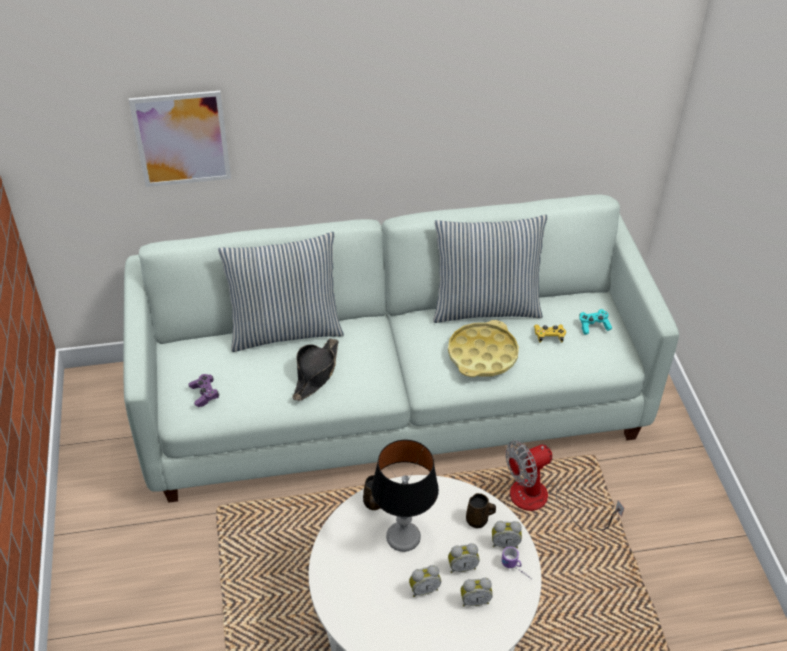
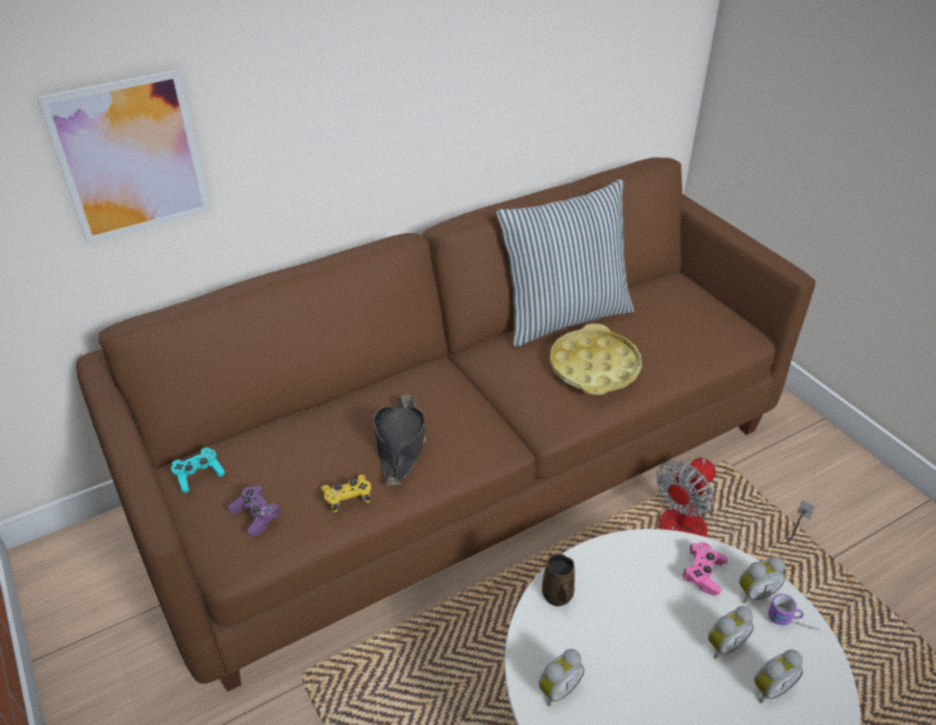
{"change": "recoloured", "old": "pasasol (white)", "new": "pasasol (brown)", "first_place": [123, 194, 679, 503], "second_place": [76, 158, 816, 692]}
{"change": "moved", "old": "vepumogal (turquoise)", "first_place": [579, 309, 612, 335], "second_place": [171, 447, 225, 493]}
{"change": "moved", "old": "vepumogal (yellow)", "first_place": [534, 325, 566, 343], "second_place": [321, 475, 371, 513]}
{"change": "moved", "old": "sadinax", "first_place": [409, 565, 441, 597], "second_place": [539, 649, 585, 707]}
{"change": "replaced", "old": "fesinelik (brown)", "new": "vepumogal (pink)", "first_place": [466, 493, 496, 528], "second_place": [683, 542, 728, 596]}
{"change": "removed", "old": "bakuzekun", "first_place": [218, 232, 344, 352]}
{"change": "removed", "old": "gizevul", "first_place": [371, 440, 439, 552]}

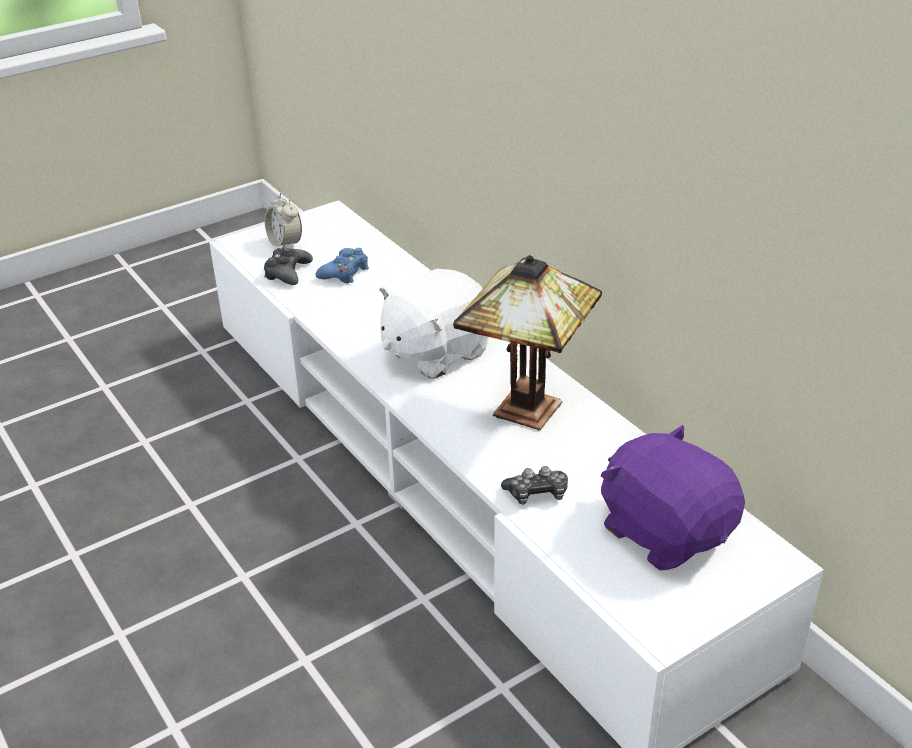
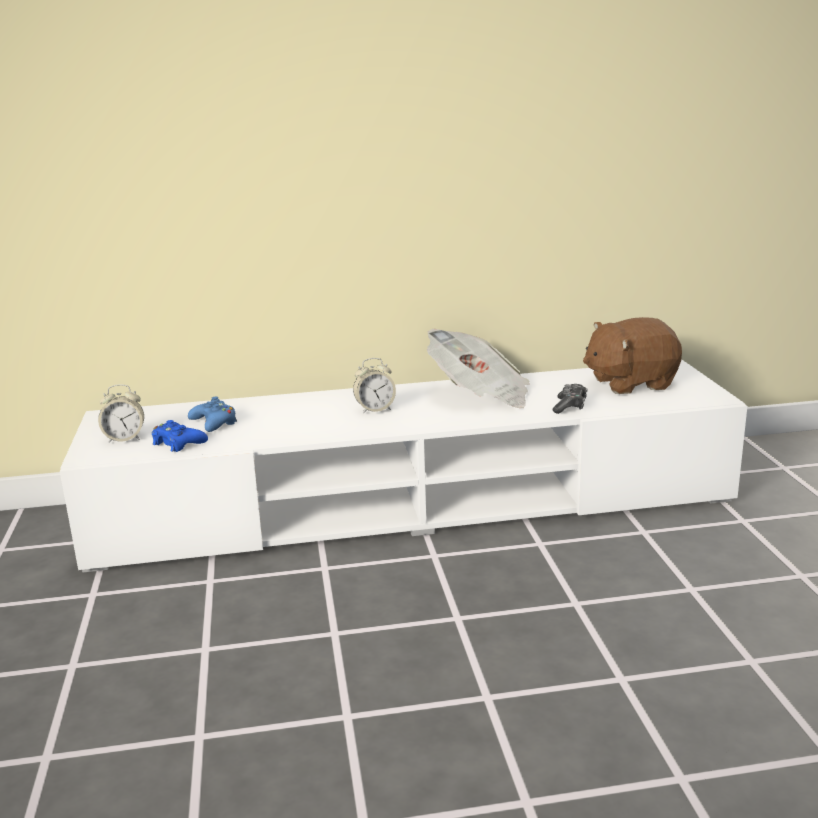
{"change": "recoloured", "old": "vepumogal (black)", "new": "vepumogal (blue)", "first_place": [264, 247, 313, 285], "second_place": [152, 420, 208, 452]}
{"change": "replaced", "old": "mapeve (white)", "new": "sadinax", "first_place": [379, 269, 489, 379], "second_place": [353, 358, 396, 414]}
{"change": "replaced", "old": "gizevul", "new": "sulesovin", "first_place": [453, 255, 602, 431], "second_place": [427, 329, 530, 408]}
{"change": "recoloured", "old": "mapeve (purple)", "new": "mapeve (brown)", "first_place": [601, 425, 745, 570], "second_place": [583, 317, 682, 394]}

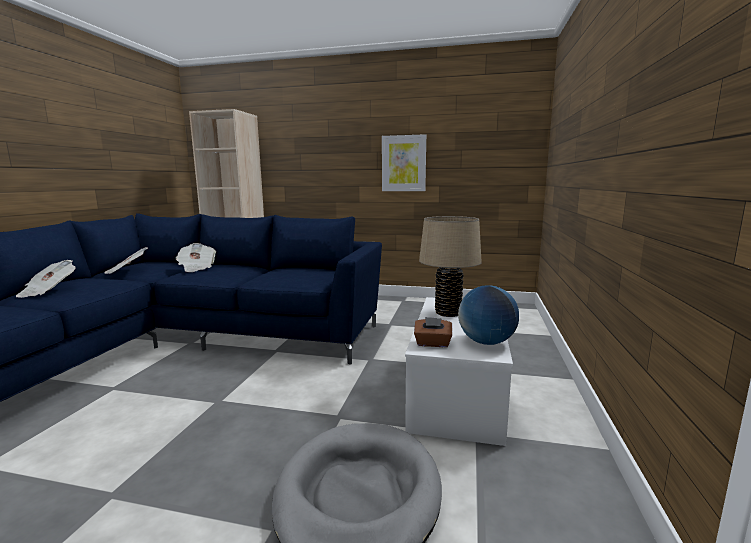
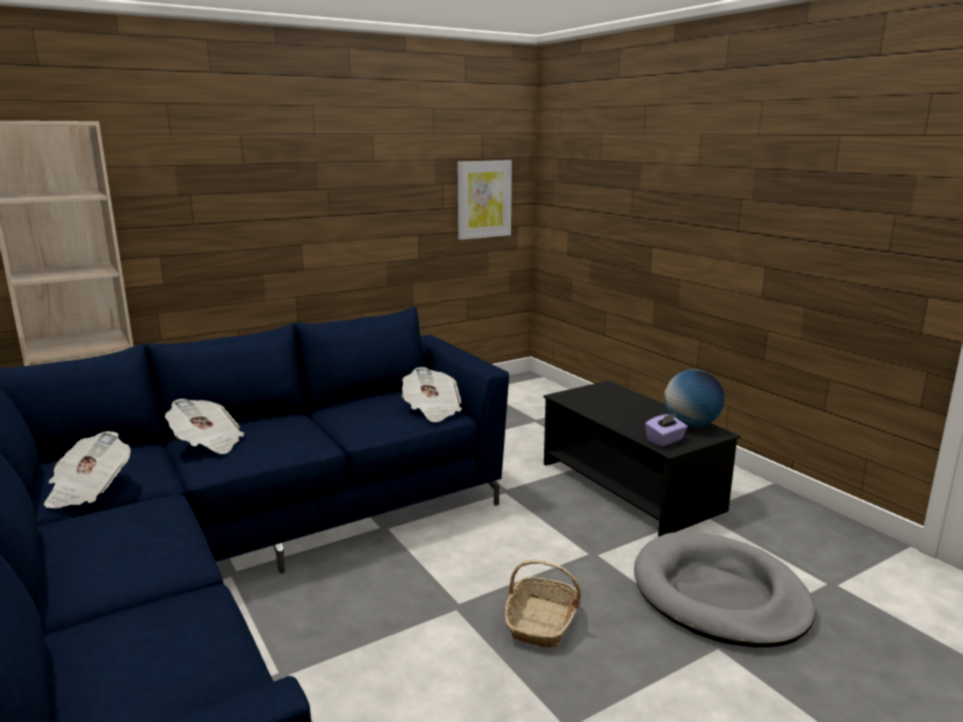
{"change": "moved", "old": "sulesovin", "first_place": [16, 260, 76, 298], "second_place": [402, 367, 462, 422]}
{"change": "moved", "old": "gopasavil", "first_place": [382, 134, 426, 191], "second_place": [457, 160, 512, 240]}
{"change": "added", "new": "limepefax", "second_place": [505, 560, 581, 648]}
{"change": "recoloured", "old": "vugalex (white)", "new": "vugalex (black)", "first_place": [405, 297, 513, 446], "second_place": [544, 381, 740, 536]}
{"change": "recoloured", "old": "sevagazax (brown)", "new": "sevagazax (purple)", "first_place": [414, 317, 452, 347], "second_place": [645, 413, 688, 447]}
{"change": "removed", "old": "gizevul (beige)", "first_place": [419, 216, 482, 317]}

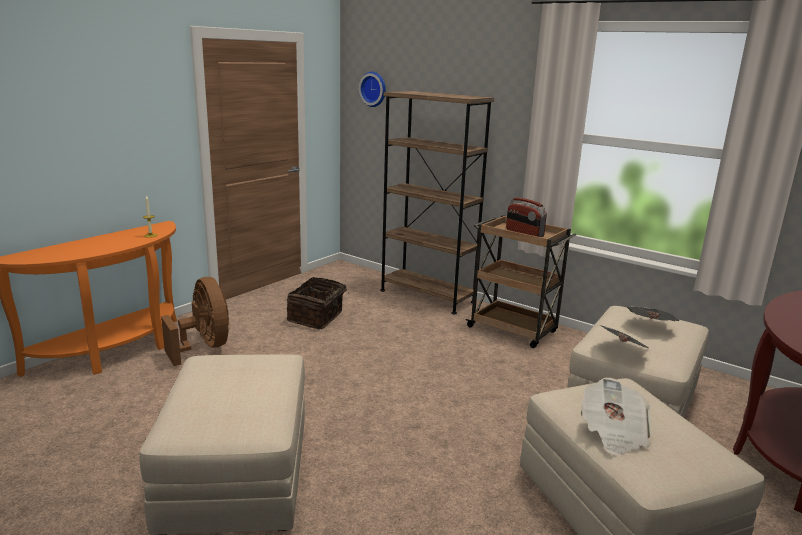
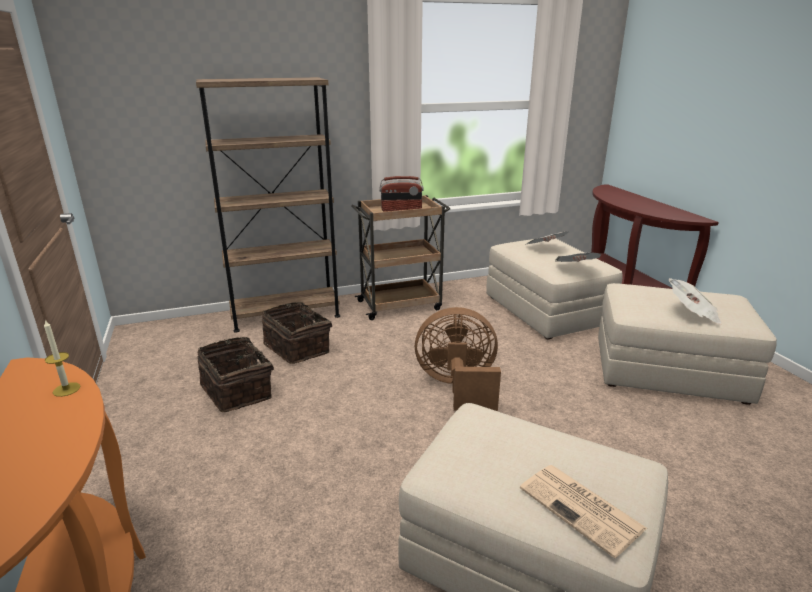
{"change": "added", "new": "limepefax", "second_place": [262, 302, 332, 364]}
{"change": "moved", "old": "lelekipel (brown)", "first_place": [161, 277, 230, 366], "second_place": [415, 307, 501, 411]}
{"change": "added", "new": "sulesovin", "second_place": [520, 465, 647, 558]}
{"change": "removed", "old": "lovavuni", "first_place": [359, 72, 386, 107]}

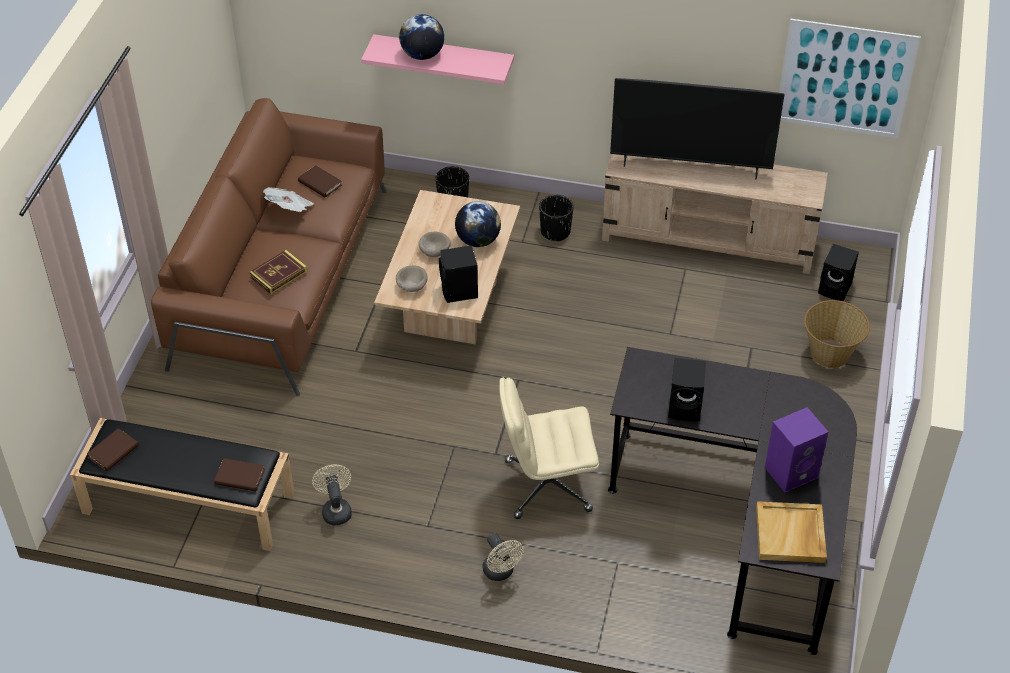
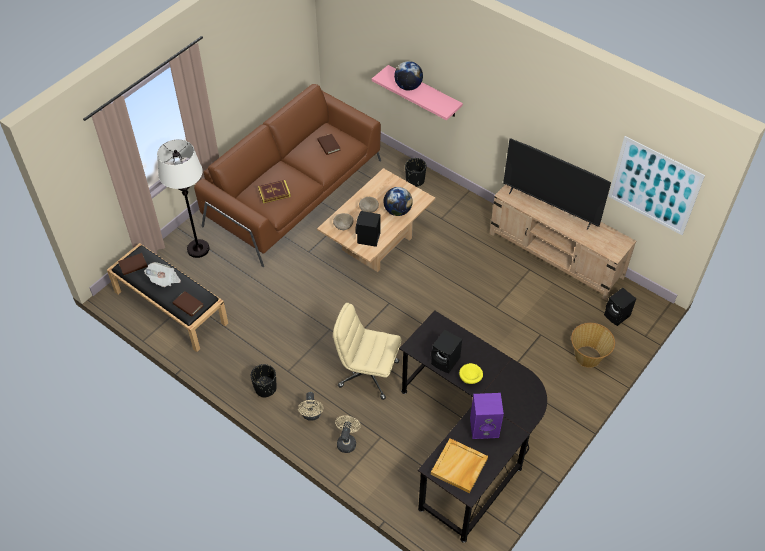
{"change": "moved", "old": "sulesovin", "first_place": [263, 187, 314, 212], "second_place": [144, 262, 181, 287]}
{"change": "added", "new": "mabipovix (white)", "second_place": [157, 139, 210, 258]}
{"change": "moved", "old": "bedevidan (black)", "first_place": [539, 195, 574, 242], "second_place": [251, 364, 277, 398]}
{"change": "moved", "old": "lelekipel (beige)", "first_place": [312, 465, 352, 525], "second_place": [335, 415, 361, 453]}
{"change": "added", "new": "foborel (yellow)", "second_place": [459, 363, 483, 384]}

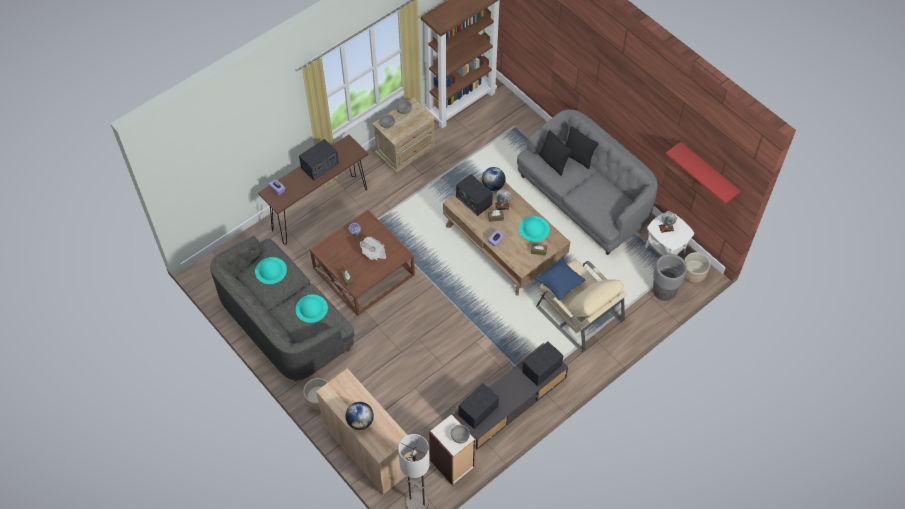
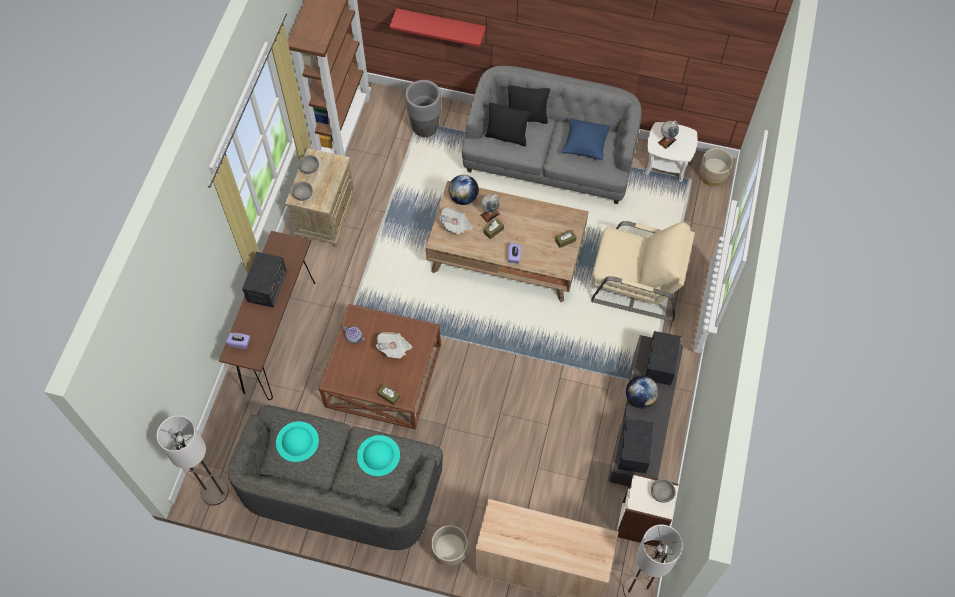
{"change": "added", "new": "mabipovix", "second_place": [156, 415, 229, 505]}
{"change": "moved", "old": "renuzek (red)", "first_place": [666, 142, 740, 204], "second_place": [389, 8, 486, 47]}
{"change": "moved", "old": "bedevidan (grey)", "first_place": [653, 254, 687, 301], "second_place": [405, 80, 441, 137]}
{"change": "replaced", "old": "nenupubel", "new": "sulesovin", "first_place": [456, 174, 493, 216], "second_place": [439, 207, 473, 235]}
{"change": "moved", "old": "bakuzekun (blue)", "first_place": [535, 258, 585, 301], "second_place": [562, 118, 610, 160]}
{"change": "moved", "old": "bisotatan", "first_place": [345, 402, 374, 430], "second_place": [626, 376, 659, 408]}
{"change": "removed", "old": "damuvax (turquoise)", "first_place": [519, 216, 550, 242]}

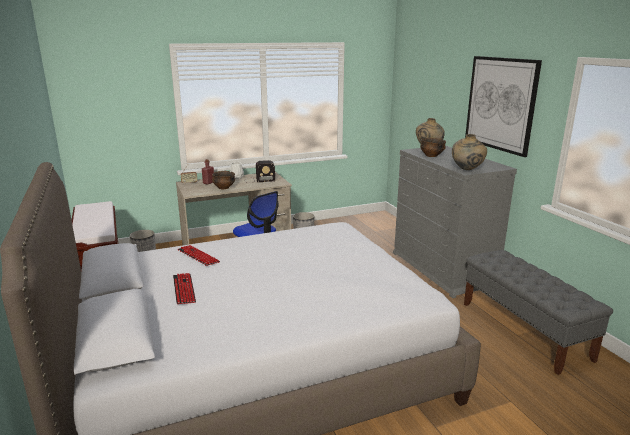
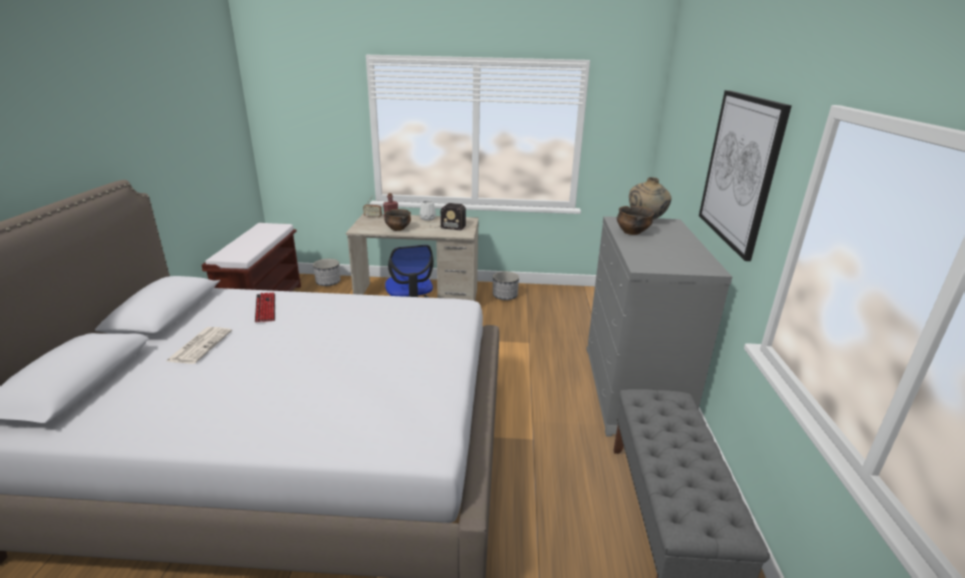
{"change": "replaced", "old": "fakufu", "new": "sulesovin", "first_place": [173, 273, 196, 304], "second_place": [166, 327, 232, 364]}
{"change": "removed", "old": "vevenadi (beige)", "first_place": [452, 134, 487, 170]}

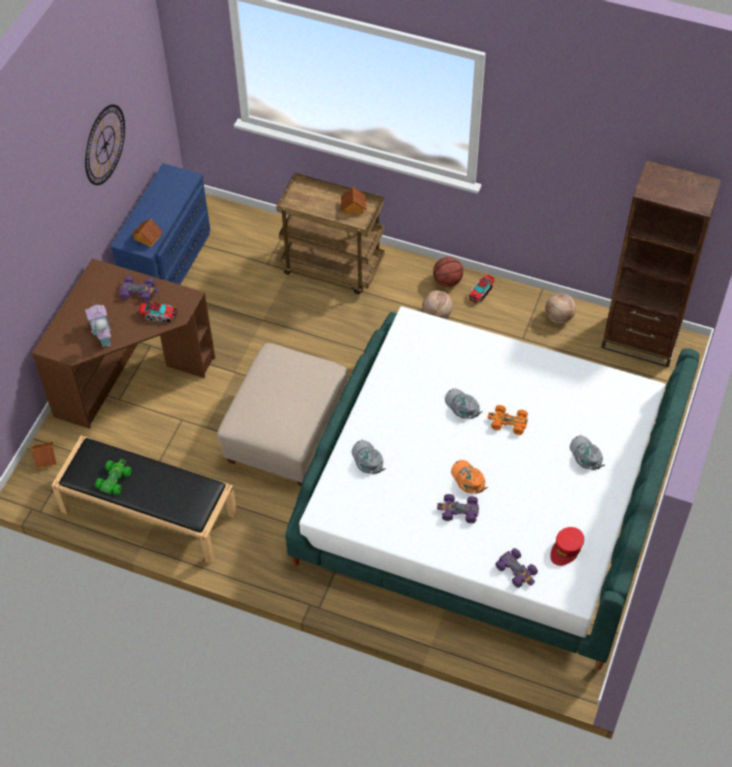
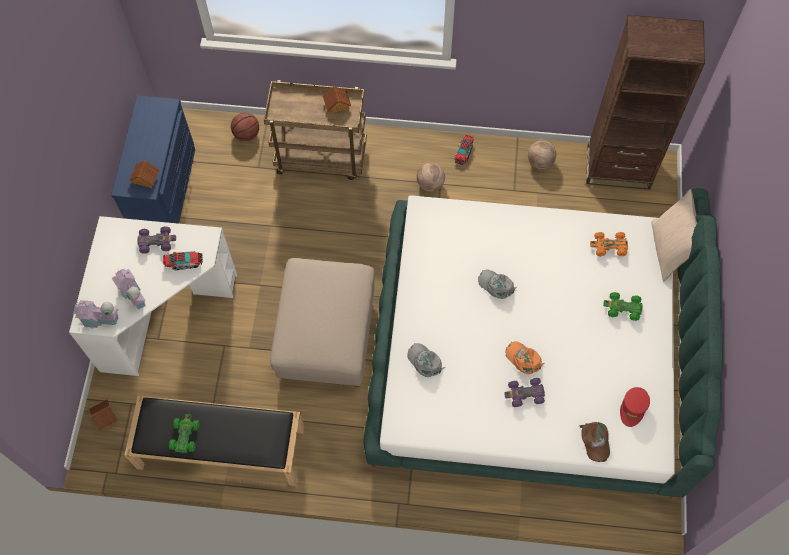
{"change": "recoloured", "old": "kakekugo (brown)", "new": "kakekugo (white)", "first_place": [32, 258, 215, 429], "second_place": [69, 216, 237, 376]}
{"change": "added", "new": "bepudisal", "second_place": [73, 300, 119, 329]}
{"change": "moved", "old": "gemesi", "first_place": [433, 257, 463, 287], "second_place": [231, 113, 259, 141]}
{"change": "replaced", "old": "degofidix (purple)", "new": "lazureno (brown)", "first_place": [495, 548, 538, 588], "second_place": [579, 422, 610, 462]}
{"change": "moved", "old": "degofidix (orange)", "first_place": [487, 405, 528, 435], "second_place": [590, 232, 628, 256]}
{"change": "replaced", "old": "lazureno (grey)", "new": "degofidix (green)", "first_place": [570, 435, 605, 470], "second_place": [603, 292, 642, 321]}
{"change": "added", "new": "bakuzekun (beige)", "second_place": [651, 189, 697, 281]}
{"change": "removed", "old": "lovavuni", "first_place": [85, 105, 125, 185]}

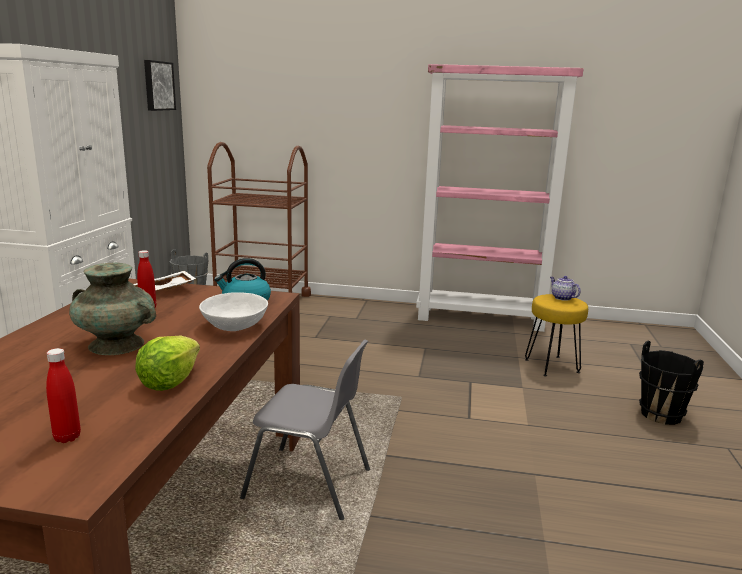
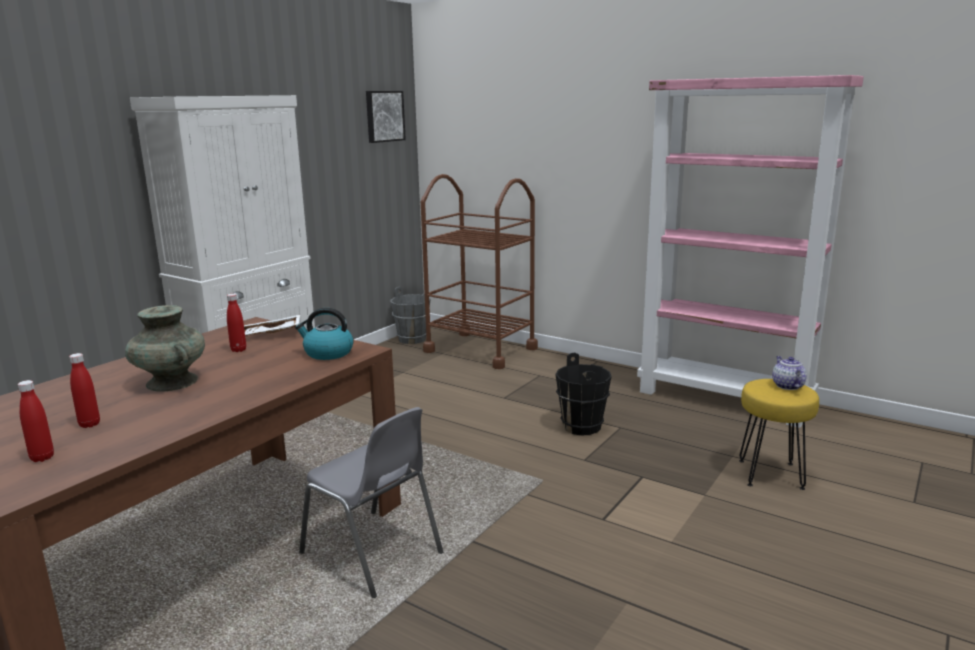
{"change": "added", "new": "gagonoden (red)", "second_place": [69, 353, 100, 428]}
{"change": "moved", "old": "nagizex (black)", "first_place": [639, 341, 704, 425], "second_place": [555, 353, 612, 435]}
{"change": "removed", "old": "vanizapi", "first_place": [135, 336, 200, 391]}
{"change": "removed", "old": "foborel (white)", "first_place": [199, 292, 268, 331]}

